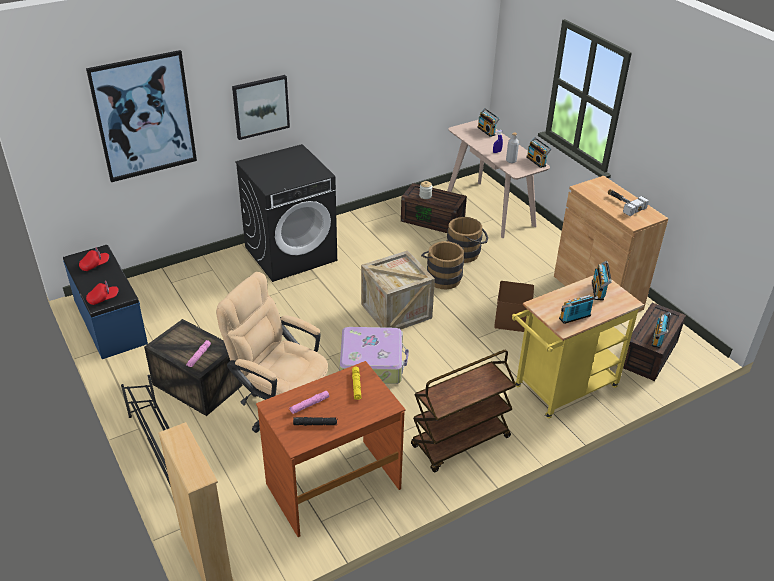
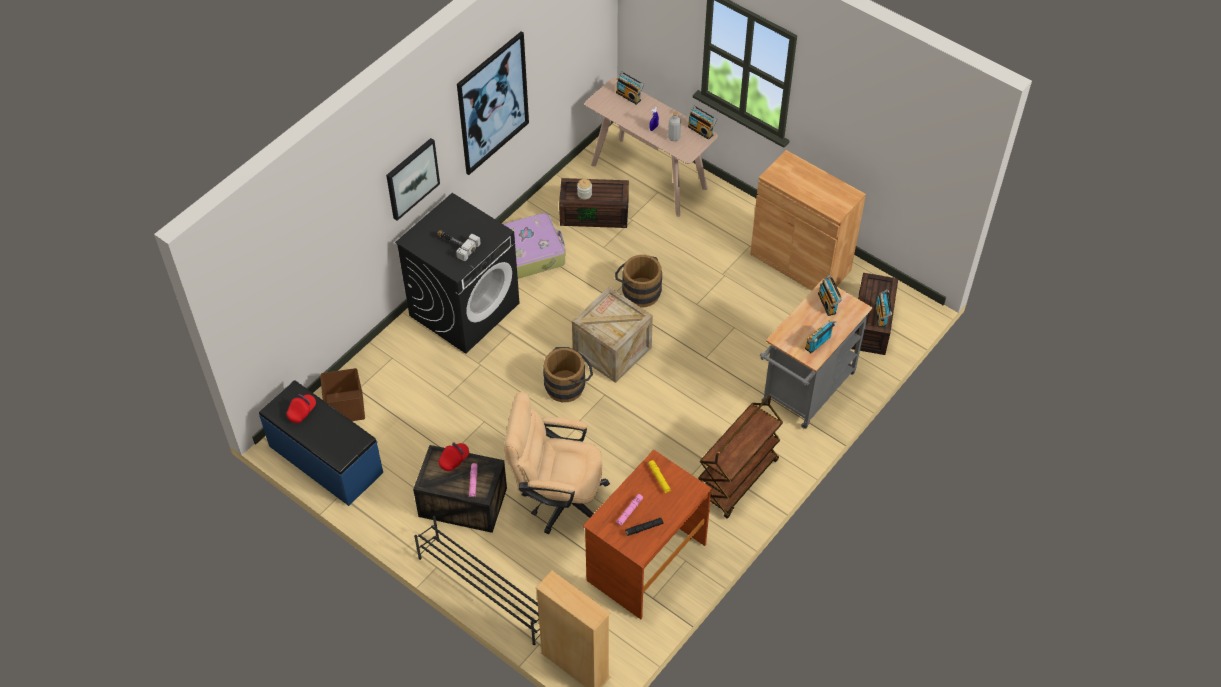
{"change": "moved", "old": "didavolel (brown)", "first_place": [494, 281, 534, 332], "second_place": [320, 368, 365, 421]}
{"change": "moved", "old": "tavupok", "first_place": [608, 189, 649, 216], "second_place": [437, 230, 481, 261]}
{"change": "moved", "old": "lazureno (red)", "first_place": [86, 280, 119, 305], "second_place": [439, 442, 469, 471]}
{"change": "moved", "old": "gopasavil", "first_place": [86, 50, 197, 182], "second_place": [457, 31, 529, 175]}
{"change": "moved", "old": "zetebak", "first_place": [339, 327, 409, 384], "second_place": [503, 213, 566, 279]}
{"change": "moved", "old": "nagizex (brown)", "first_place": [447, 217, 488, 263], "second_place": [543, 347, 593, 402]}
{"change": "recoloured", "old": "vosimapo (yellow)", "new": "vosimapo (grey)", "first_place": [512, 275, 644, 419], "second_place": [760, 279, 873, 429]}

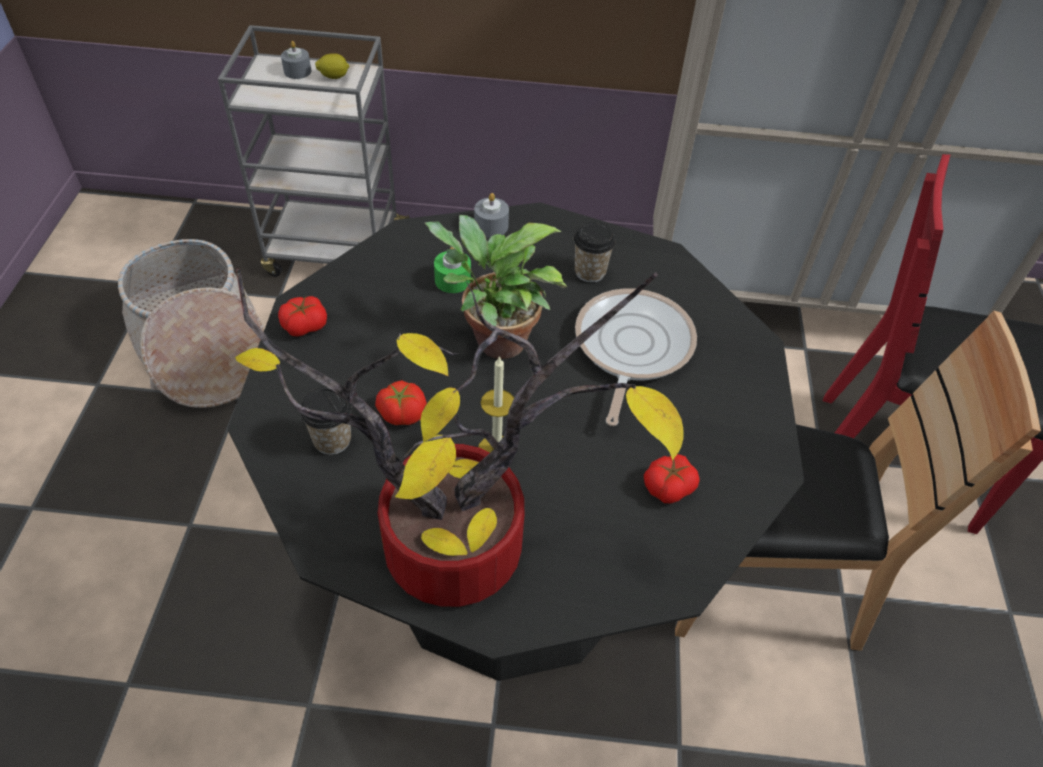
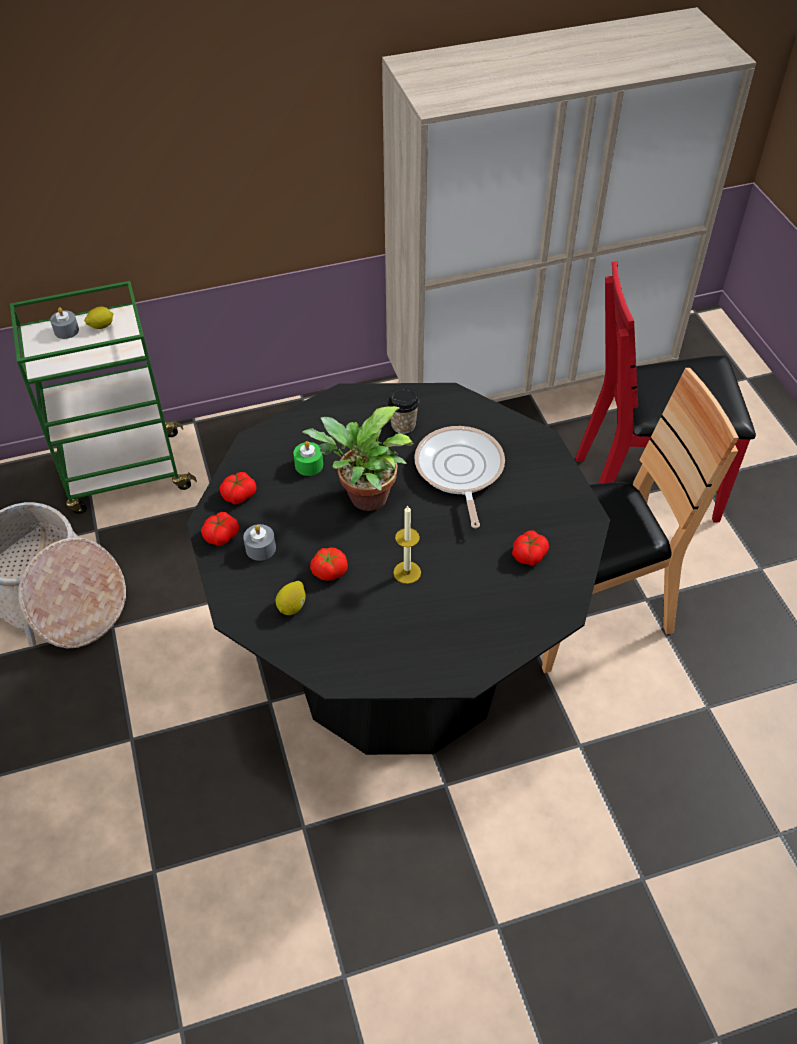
{"change": "recoloured", "old": "vosimapo (grey)", "new": "vosimapo (green)", "first_place": [218, 25, 410, 276], "second_place": [10, 281, 197, 514]}
{"change": "added", "new": "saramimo", "second_place": [220, 472, 257, 504]}
{"change": "moved", "old": "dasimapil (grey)", "first_place": [474, 193, 509, 237], "second_place": [243, 524, 276, 561]}
{"change": "replaced", "old": "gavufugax", "new": "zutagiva", "first_place": [300, 386, 351, 455], "second_place": [276, 581, 306, 615]}
{"change": "removed", "old": "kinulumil", "first_place": [235, 269, 683, 607]}

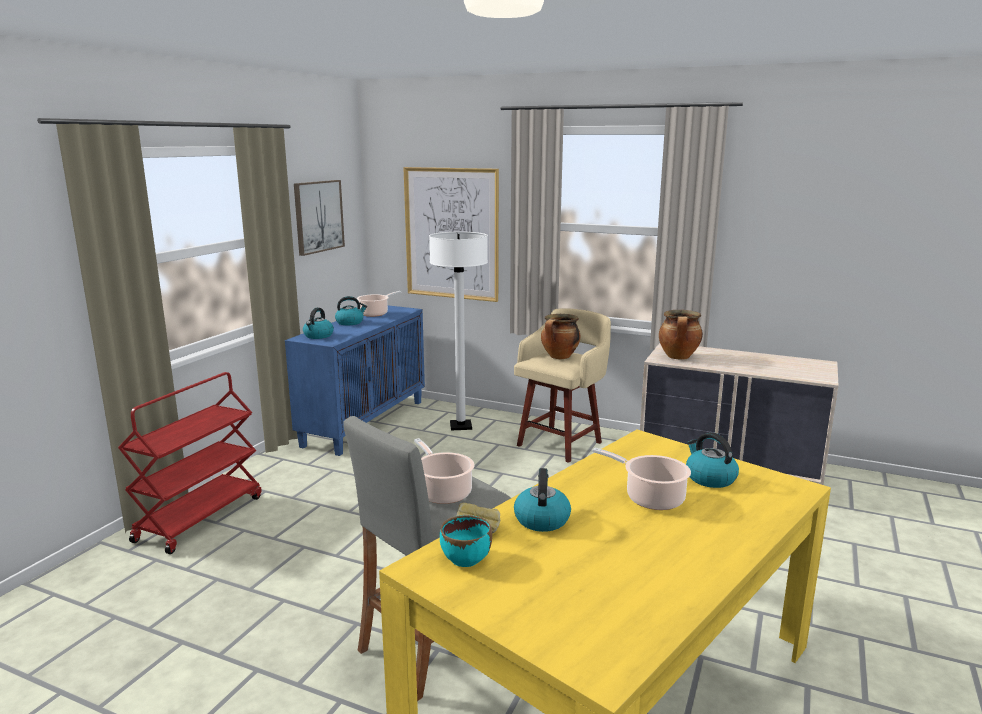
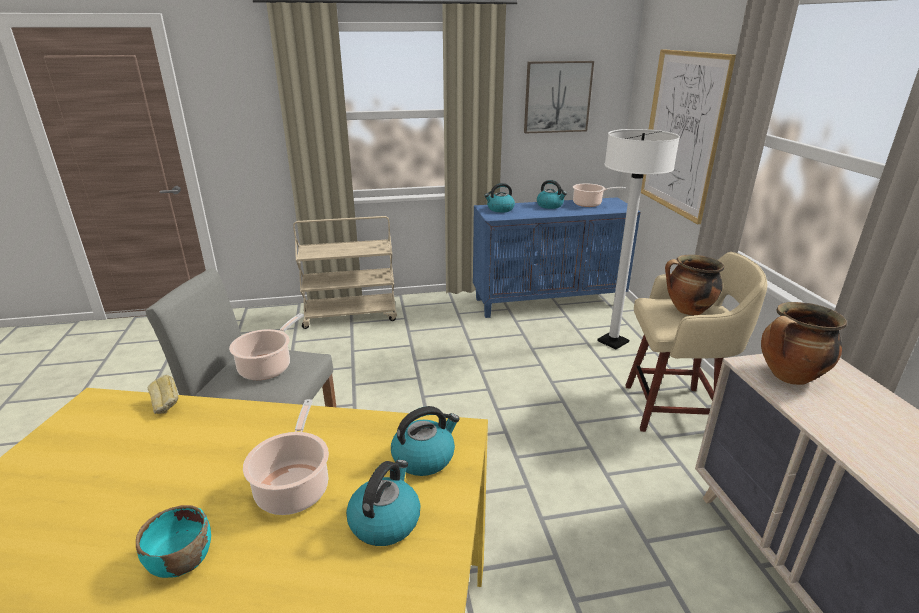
{"change": "moved", "old": "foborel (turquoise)", "first_place": [440, 515, 492, 567], "second_place": [136, 505, 211, 578]}
{"change": "recoloured", "old": "vosimapo (red)", "new": "vosimapo (beige)", "first_place": [118, 372, 261, 554], "second_place": [293, 216, 397, 329]}
{"change": "moved", "old": "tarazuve", "first_place": [514, 468, 571, 532], "second_place": [391, 406, 460, 476]}

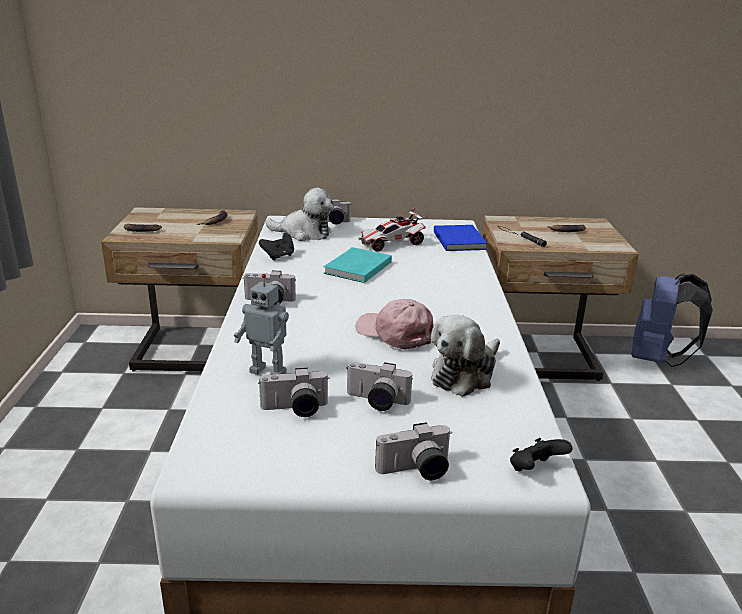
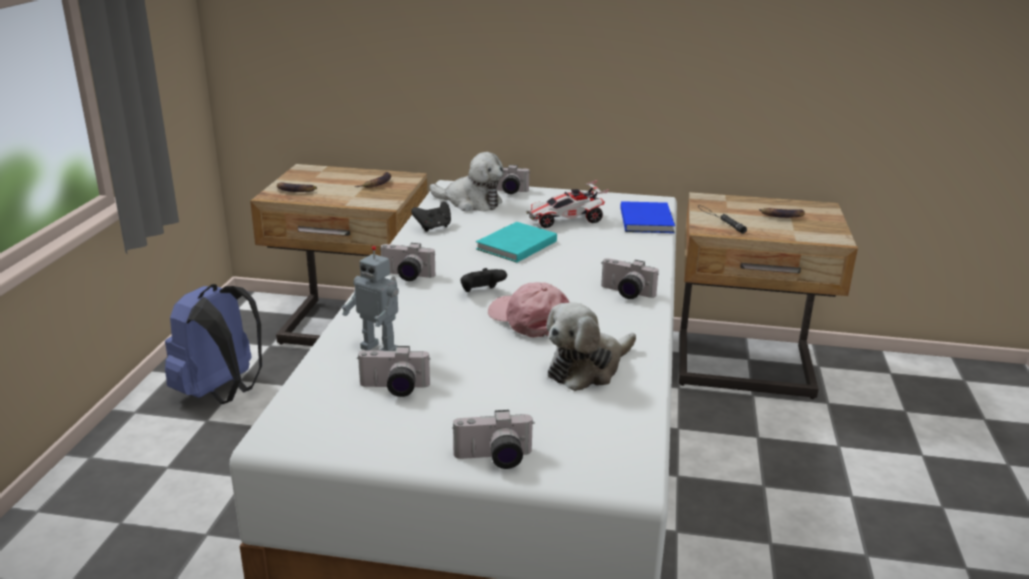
{"change": "moved", "old": "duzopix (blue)", "first_place": [631, 273, 713, 367], "second_place": [165, 284, 262, 404]}
{"change": "moved", "old": "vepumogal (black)", "first_place": [510, 438, 573, 471], "second_place": [460, 268, 507, 292]}
{"change": "moved", "old": "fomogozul", "first_place": [346, 362, 413, 411], "second_place": [601, 258, 659, 299]}

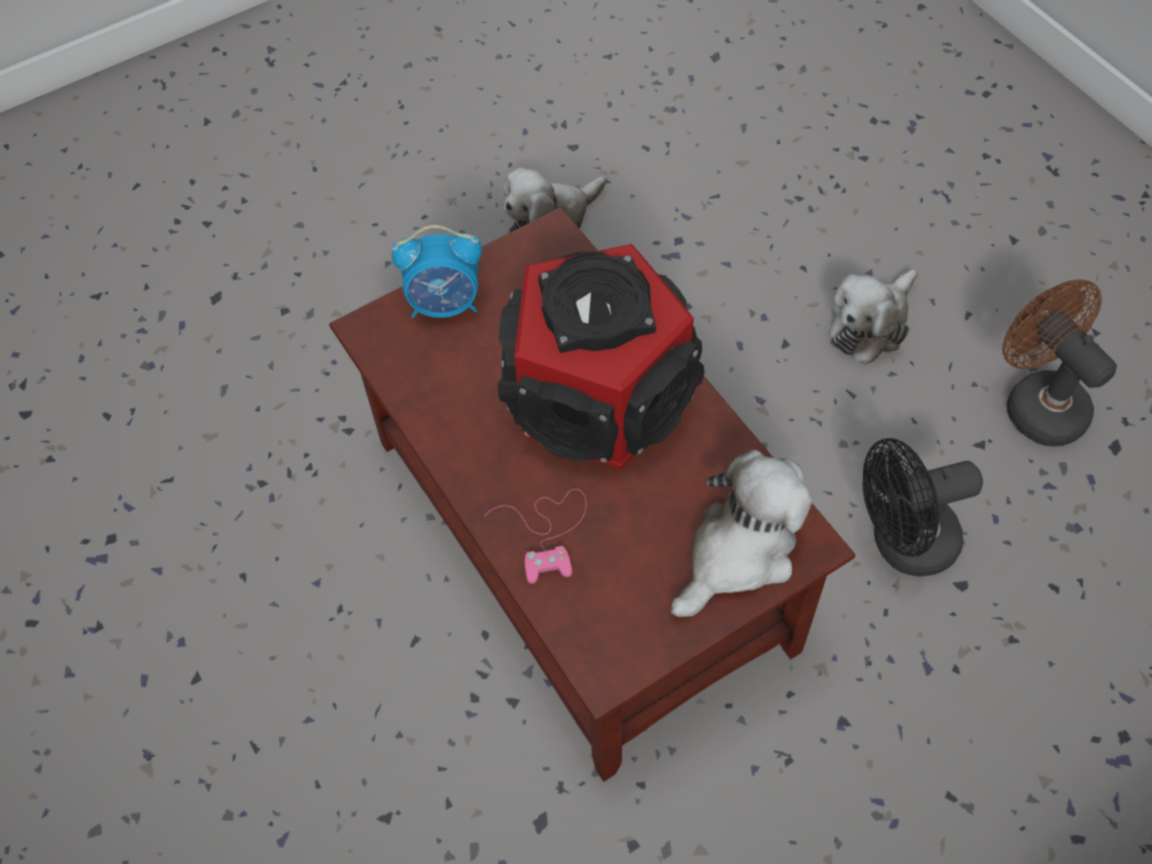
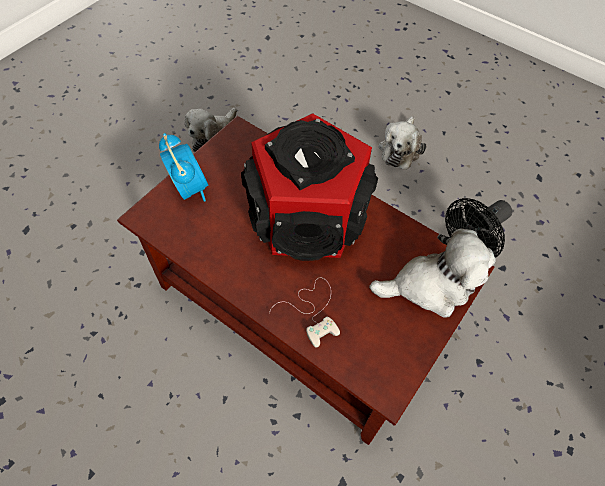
{"change": "turned", "old": "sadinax", "first_place": [392, 225, 482, 318], "second_place": [159, 133, 208, 202], "degrees": -90}
{"change": "recoloured", "old": "vepumogal (pink)", "new": "vepumogal (white)", "first_place": [484, 489, 587, 584], "second_place": [269, 277, 340, 348]}
{"change": "turned", "old": "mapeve", "first_place": [671, 450, 812, 617], "second_place": [369, 228, 496, 318], "degrees": 60}
{"change": "removed", "old": "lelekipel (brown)", "first_place": [1002, 279, 1117, 446]}

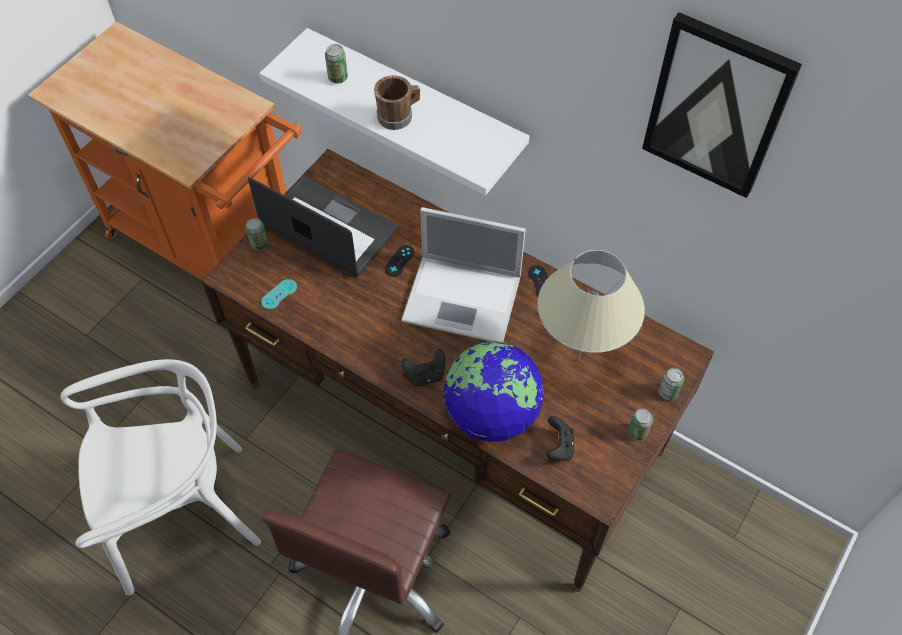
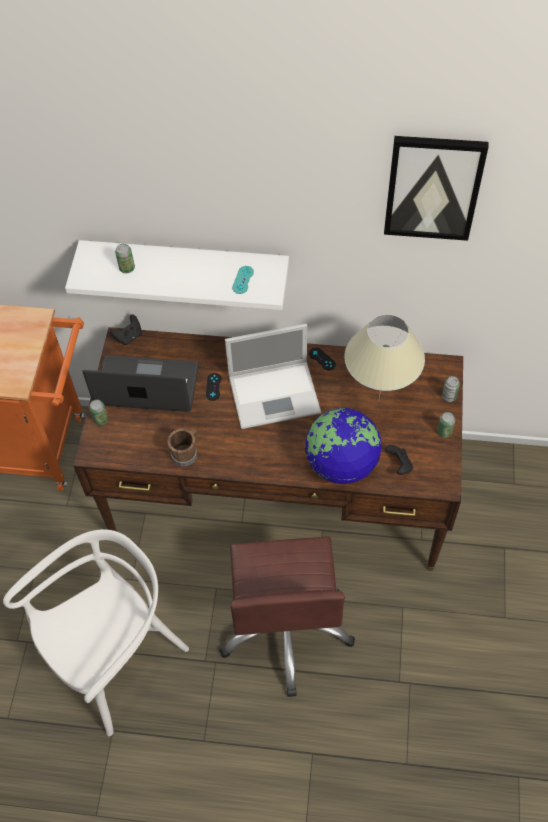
{"change": "moved", "old": "vepumogal (black)", "first_place": [401, 349, 445, 386], "second_place": [110, 314, 142, 345]}
{"change": "moved", "old": "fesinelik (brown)", "first_place": [374, 75, 420, 130], "second_place": [167, 429, 198, 466]}
{"change": "moved", "old": "vepumogal (turquoise)", "first_place": [261, 279, 297, 309], "second_place": [232, 266, 254, 294]}

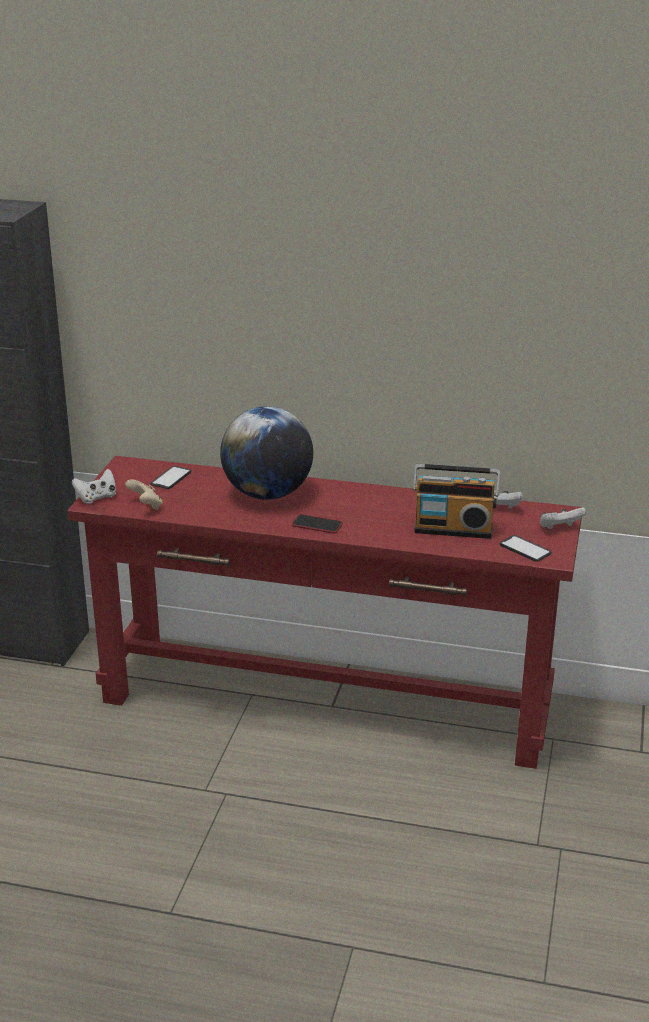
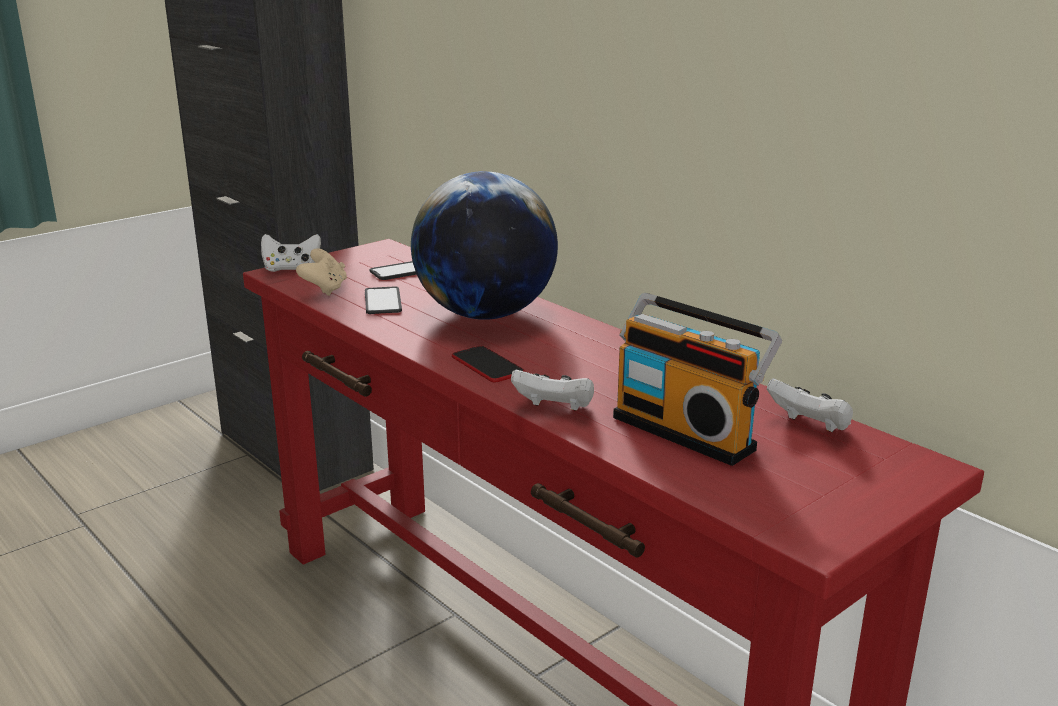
{"change": "moved", "old": "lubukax", "first_place": [500, 535, 552, 561], "second_place": [365, 286, 402, 314]}
{"change": "moved", "old": "vepumogal (white)", "first_place": [540, 507, 586, 529], "second_place": [511, 369, 594, 411]}

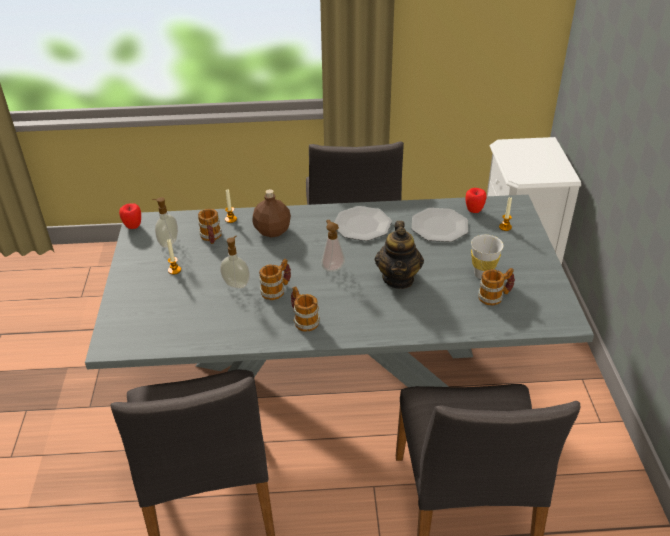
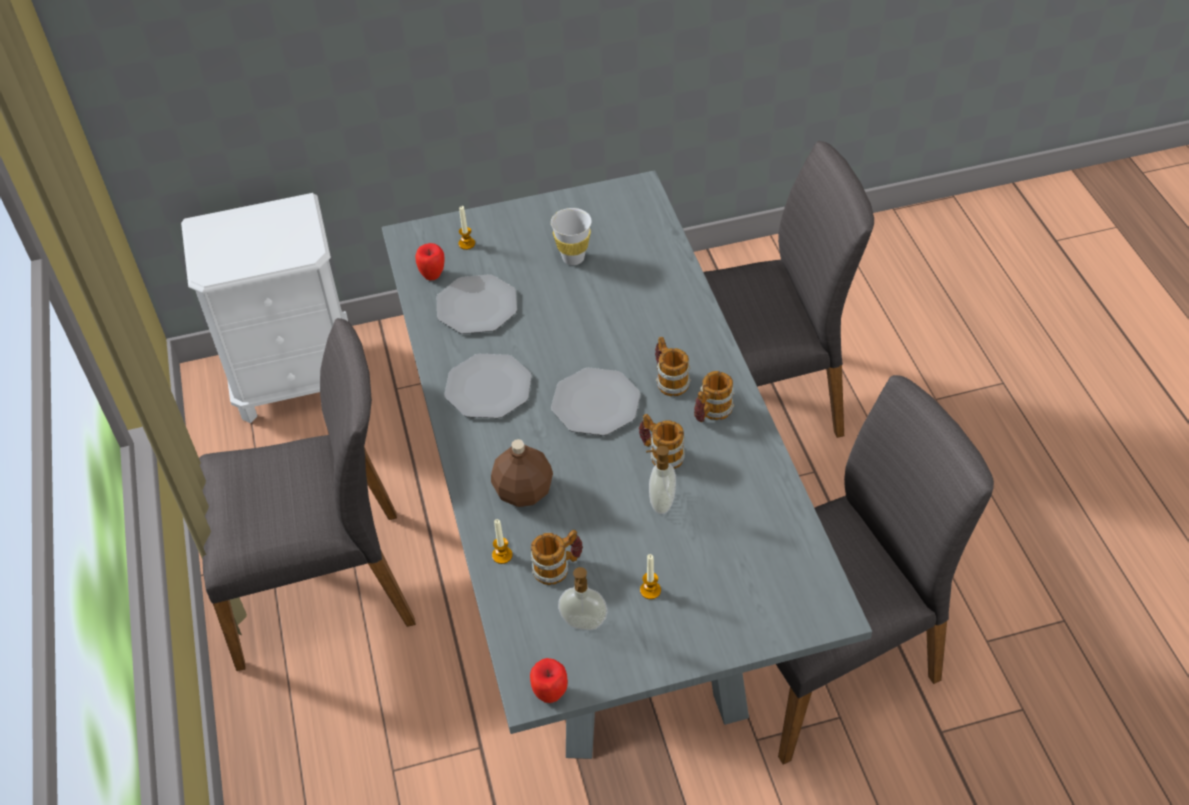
{"change": "replaced", "old": "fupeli", "new": "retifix", "first_place": [321, 220, 345, 272], "second_place": [551, 368, 640, 436]}
{"change": "moved", "old": "fesinelik", "first_place": [478, 268, 515, 306], "second_place": [655, 337, 691, 396]}
{"change": "removed", "old": "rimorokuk", "first_place": [375, 221, 424, 289]}

